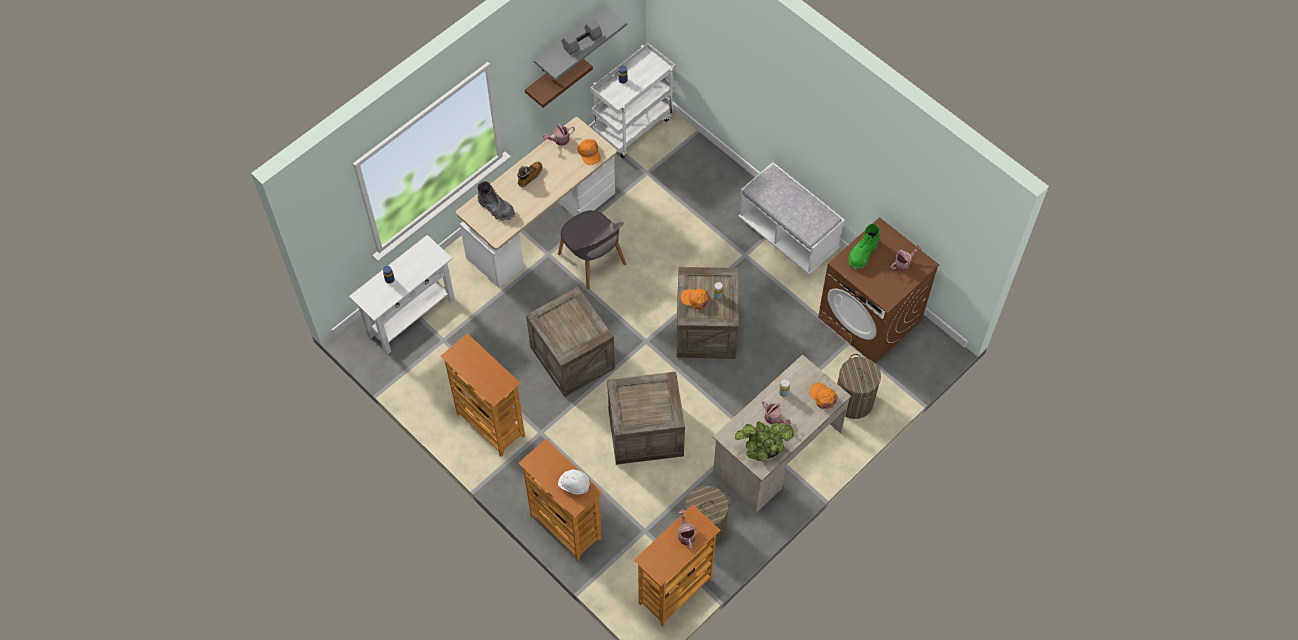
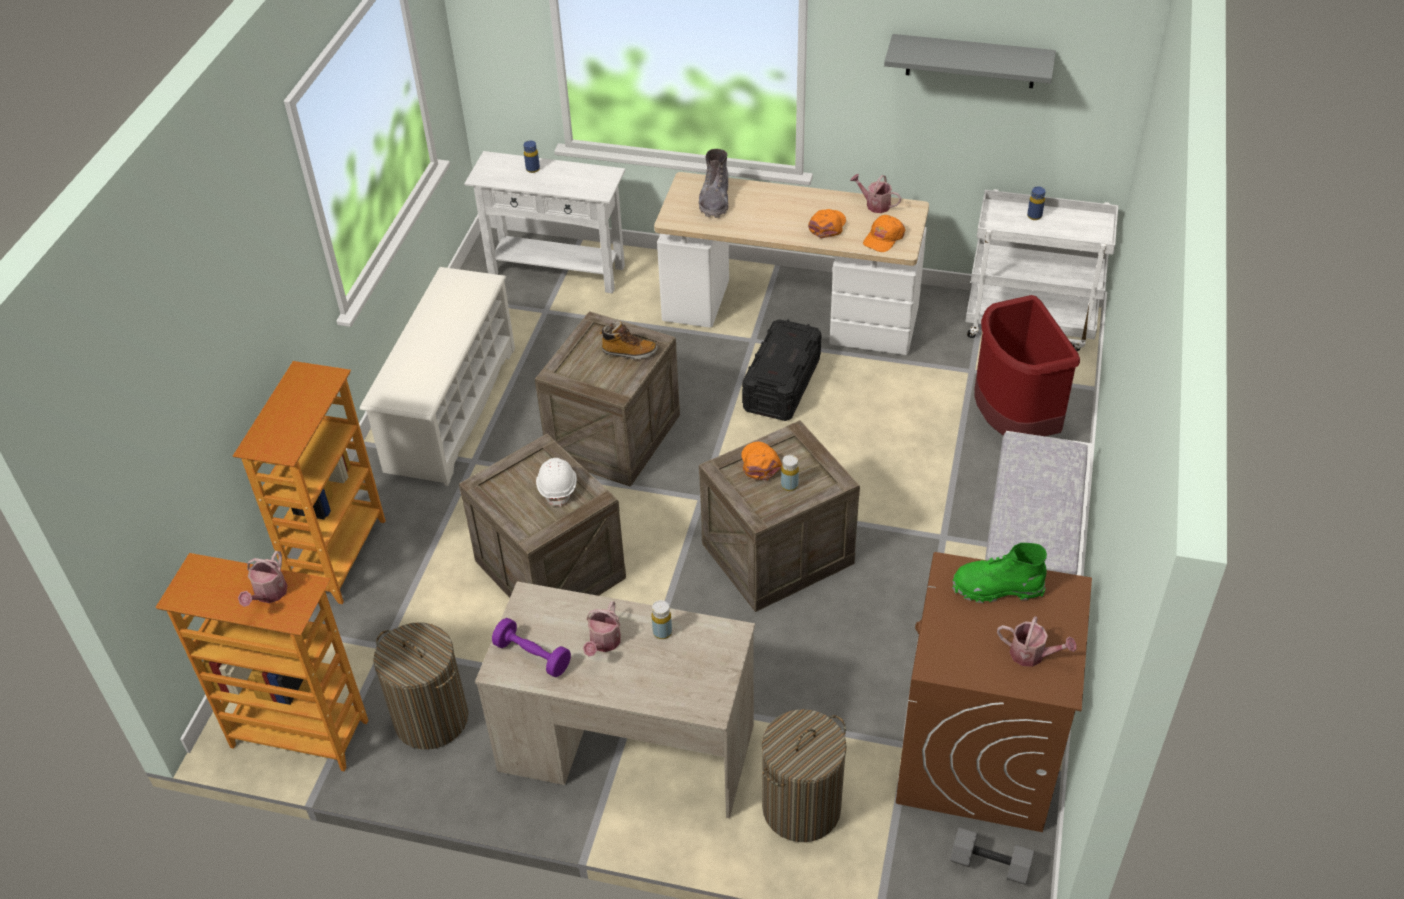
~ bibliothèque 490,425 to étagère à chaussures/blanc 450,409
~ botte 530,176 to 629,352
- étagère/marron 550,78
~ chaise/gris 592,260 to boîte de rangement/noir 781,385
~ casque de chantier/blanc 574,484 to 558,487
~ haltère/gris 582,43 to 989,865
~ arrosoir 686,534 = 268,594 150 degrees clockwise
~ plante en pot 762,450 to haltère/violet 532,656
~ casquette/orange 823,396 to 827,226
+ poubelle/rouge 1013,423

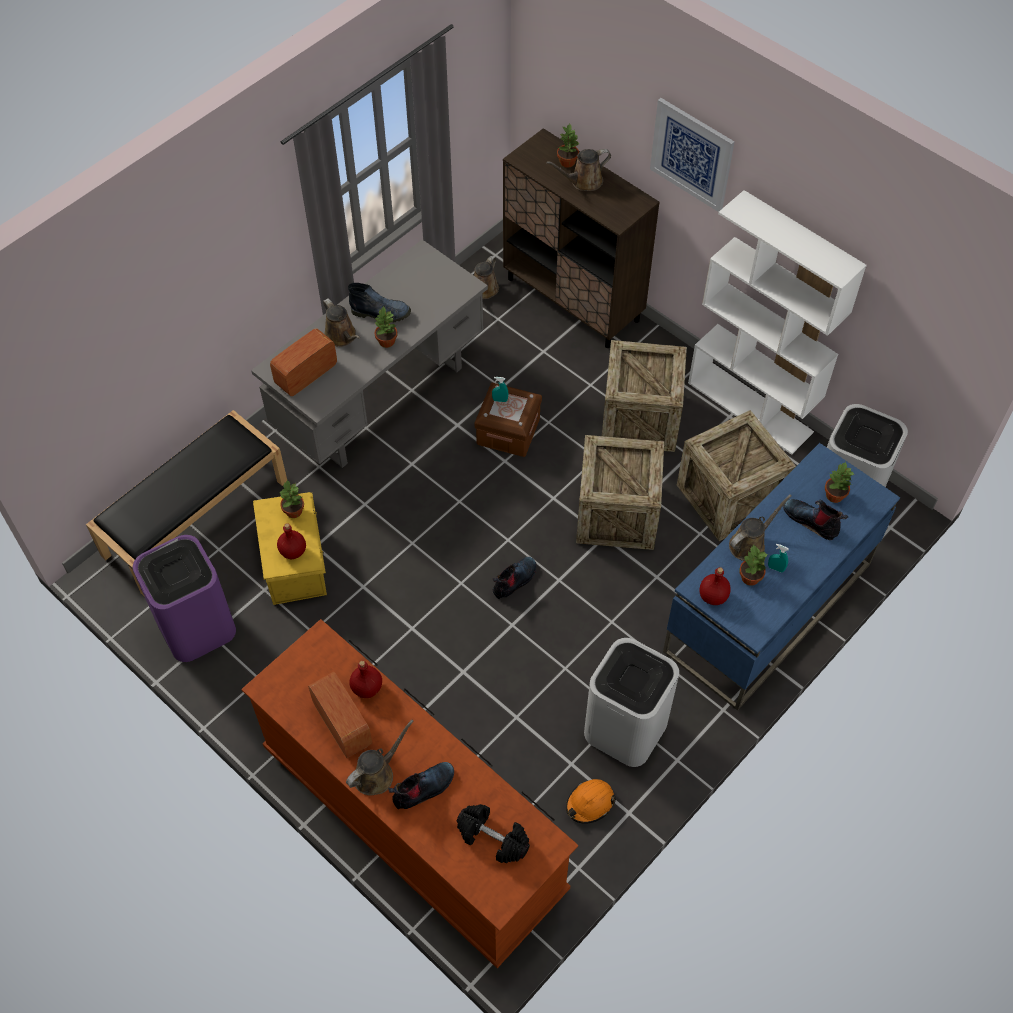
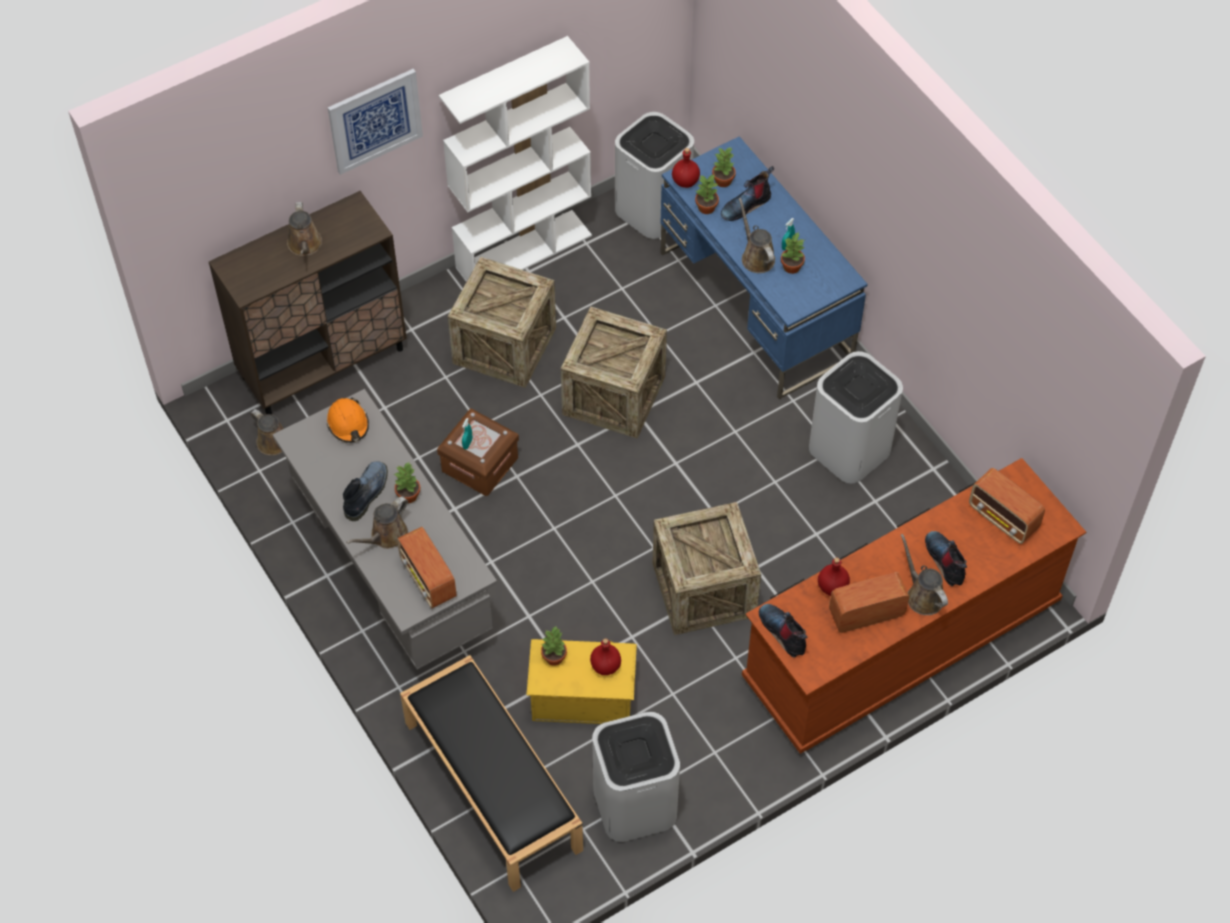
~ poubelle/violet 196,626 to poubelle/blanc 634,804
~ arrosoir/marron 342,337 = 386,536 150 degrees clockwise
~ haltère/noir 492,838 to radio 1003,518
~ botte 514,581 to 783,633
~ plante en pot 567,161 to 706,207
~ casque de chantier/orange 589,803 to 348,424
~ caisse 729,497 to 704,589
~ bouteille/rouge 713,596 to 686,181

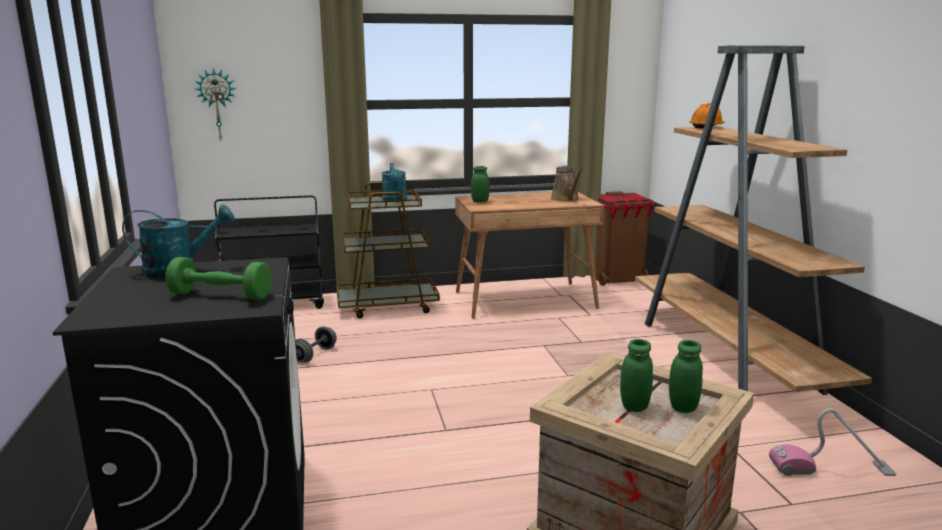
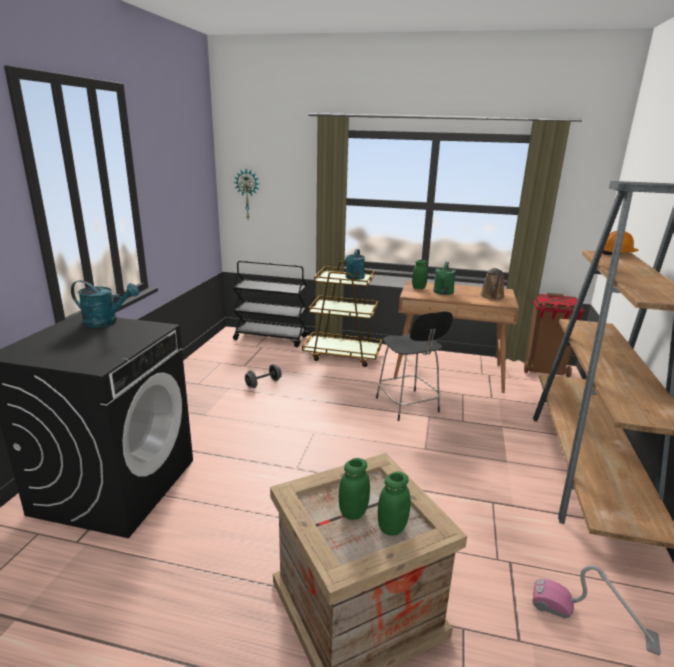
- haltère/vert 220,295
+ tabouret/noir 408,406
+ arrosoir/vert 443,293

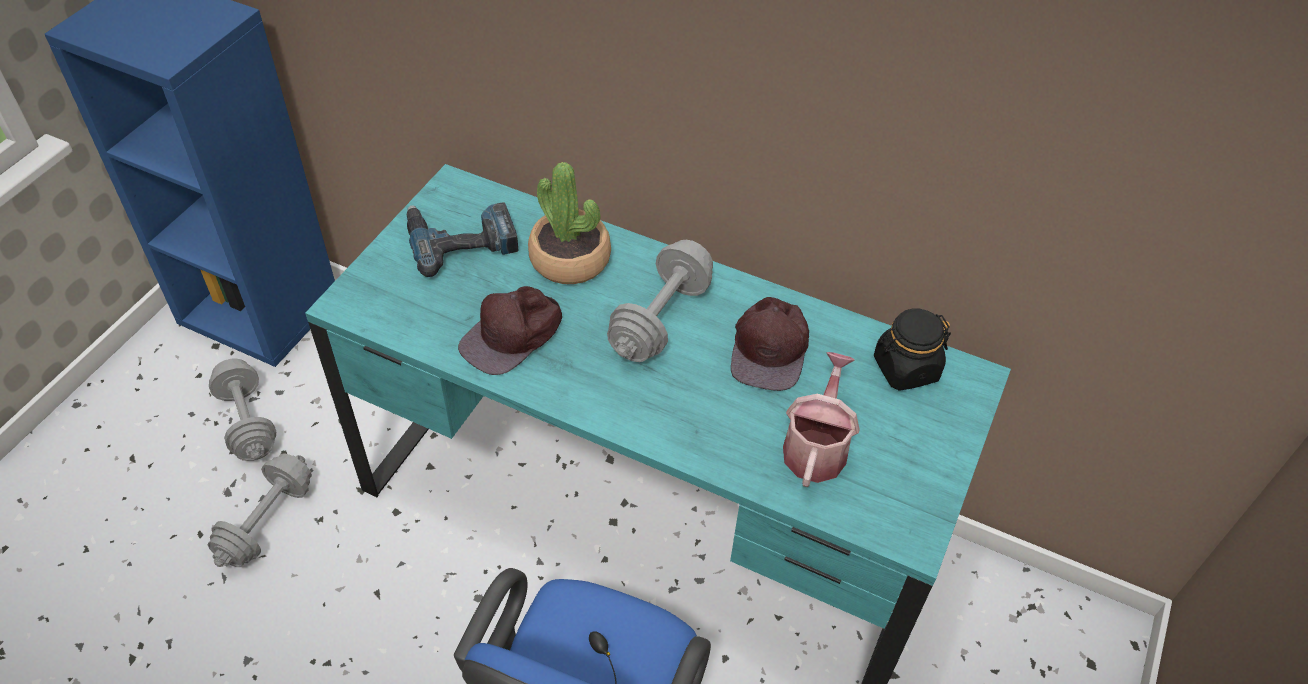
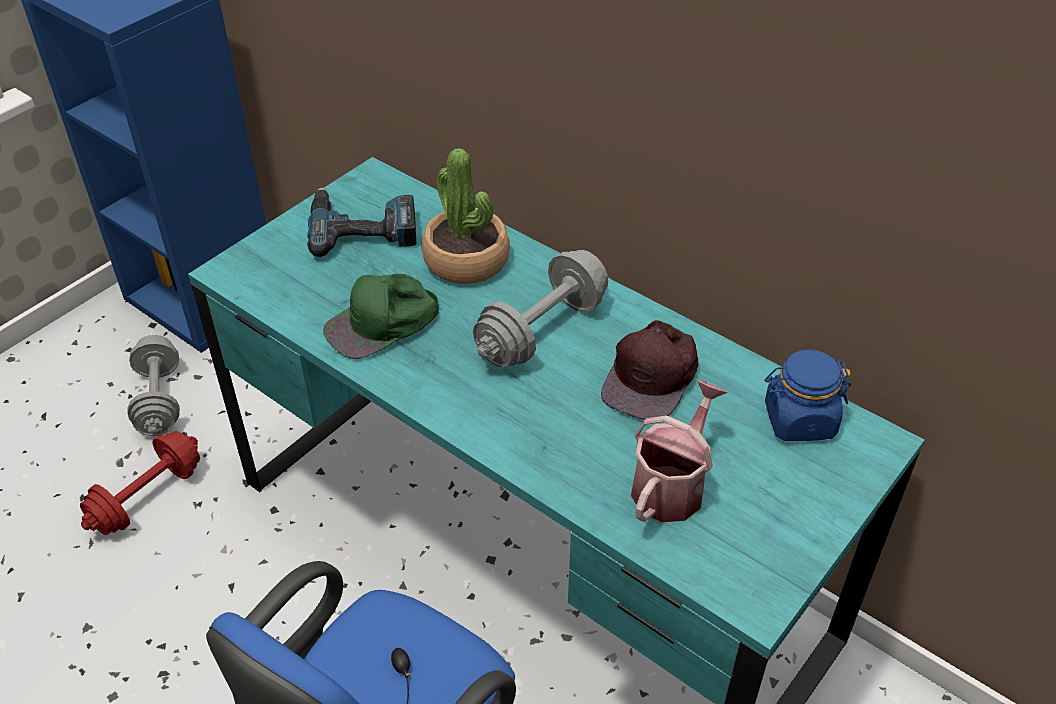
~ haltère/gris 267,522 to haltère/rouge 147,498
~ casquette/marron 513,335 to casquette/vert 383,324
~ bocal/noir 905,369 to bocal/bleu 799,420

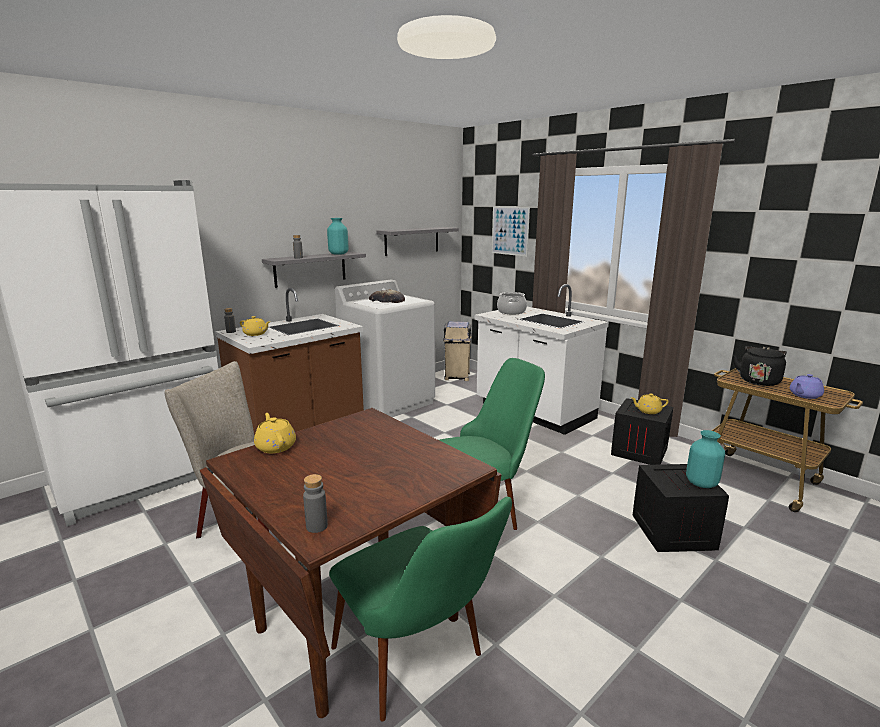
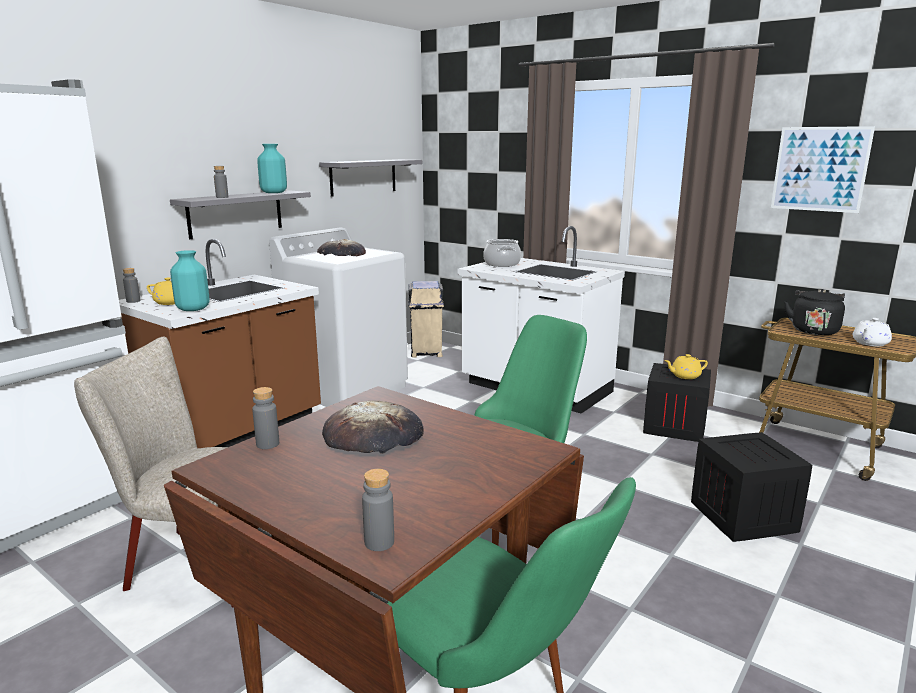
~ théière/jaune 275,446 to bouteille/gris 267,444
~ tableau 510,230 to 820,169
~ vase/turquoise 701,483 to 193,309
~ théière/violet 804,395 to théière/blanc 869,343
+ pain 374,436

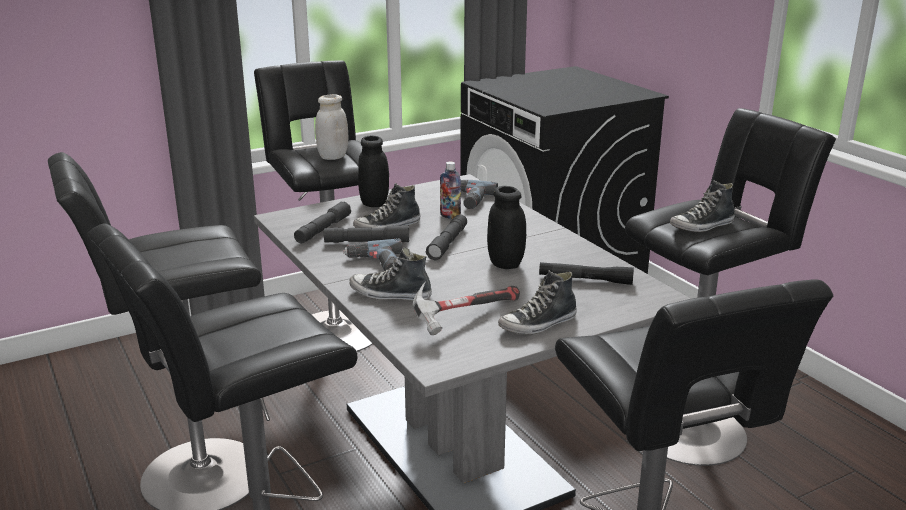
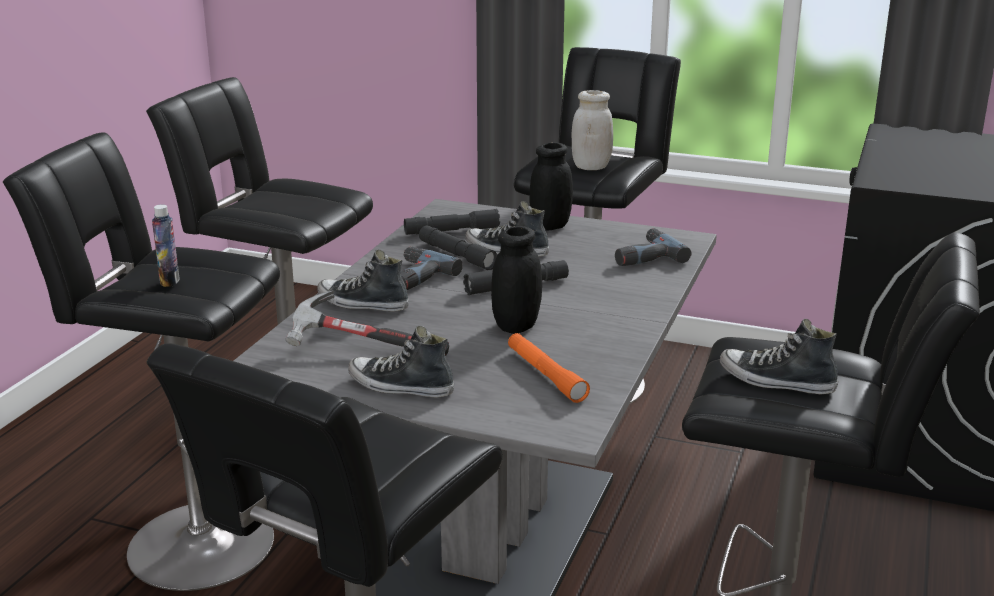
~ chaussure 390,294 = 362,304 45 degrees counterclockwise
~ bouteille 450,216 to 169,281
~ lampe de poche/noir 585,280 to lampe de poche/orange 545,375

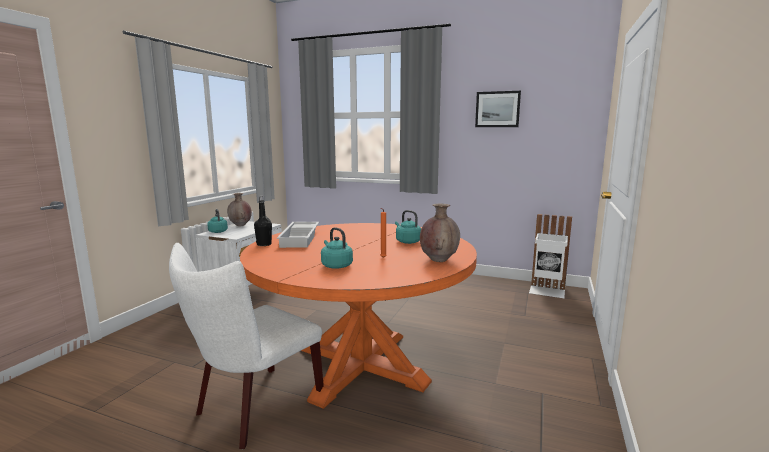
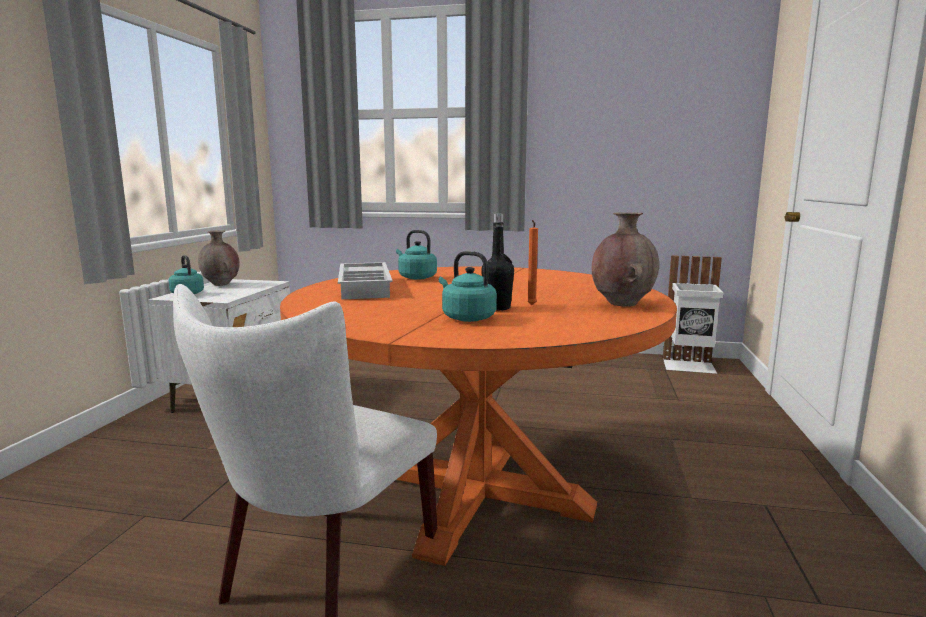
~ bouteille/noir 264,244 to 497,308
~ bouilloire/turquoise 407,241 to 416,277
- tableau 497,109

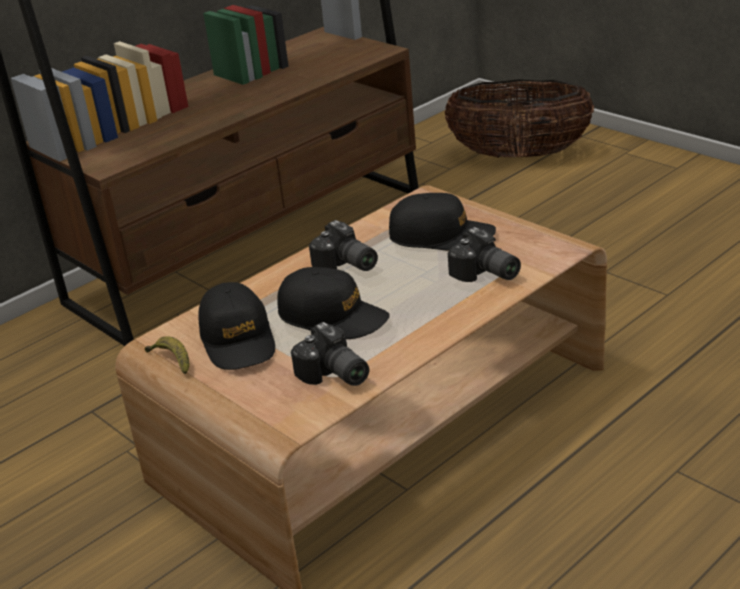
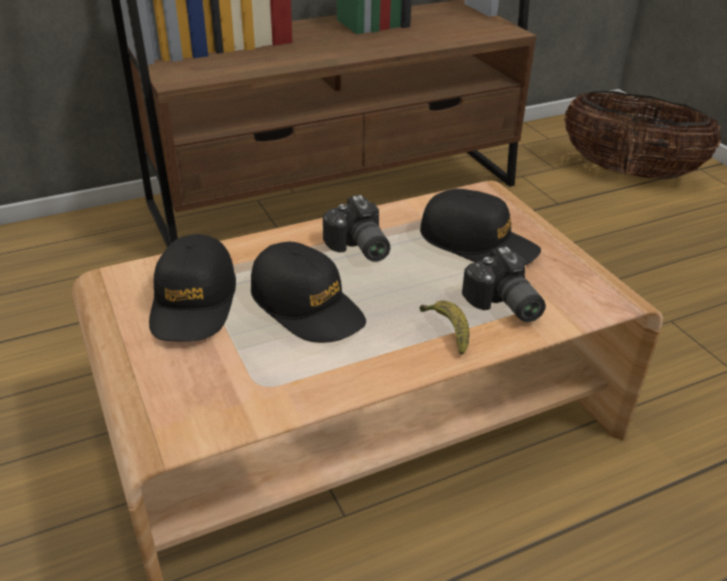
~ banane 172,360 to 447,331
- appareil photo 333,376

